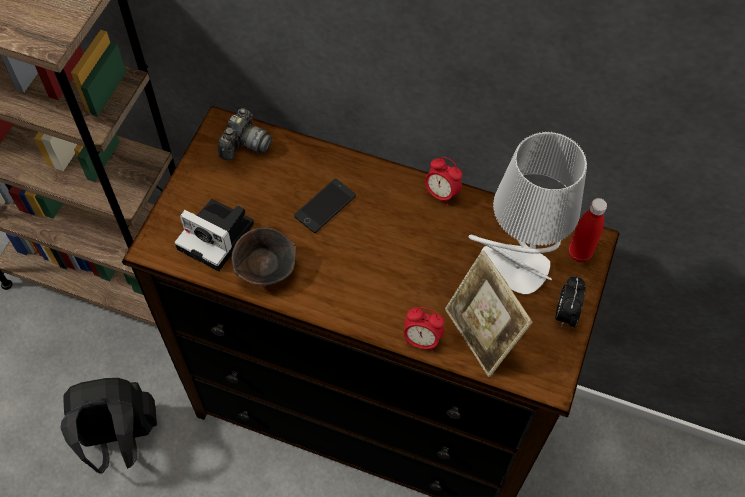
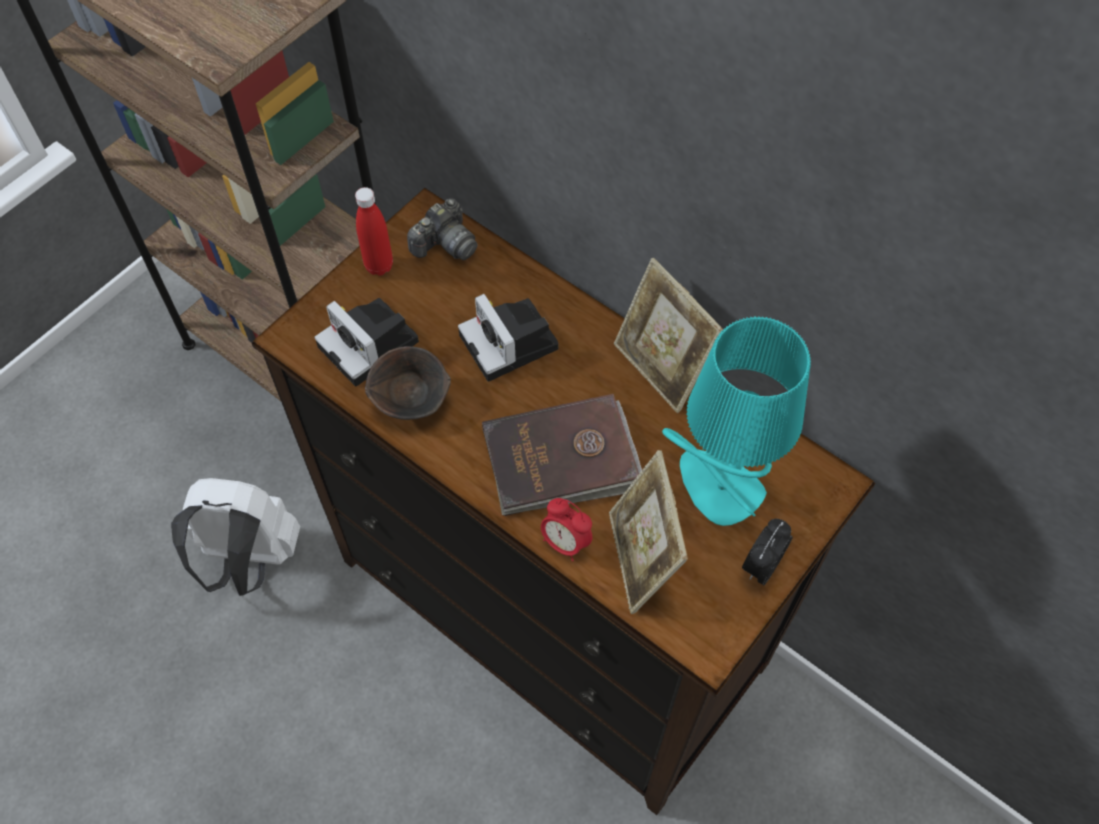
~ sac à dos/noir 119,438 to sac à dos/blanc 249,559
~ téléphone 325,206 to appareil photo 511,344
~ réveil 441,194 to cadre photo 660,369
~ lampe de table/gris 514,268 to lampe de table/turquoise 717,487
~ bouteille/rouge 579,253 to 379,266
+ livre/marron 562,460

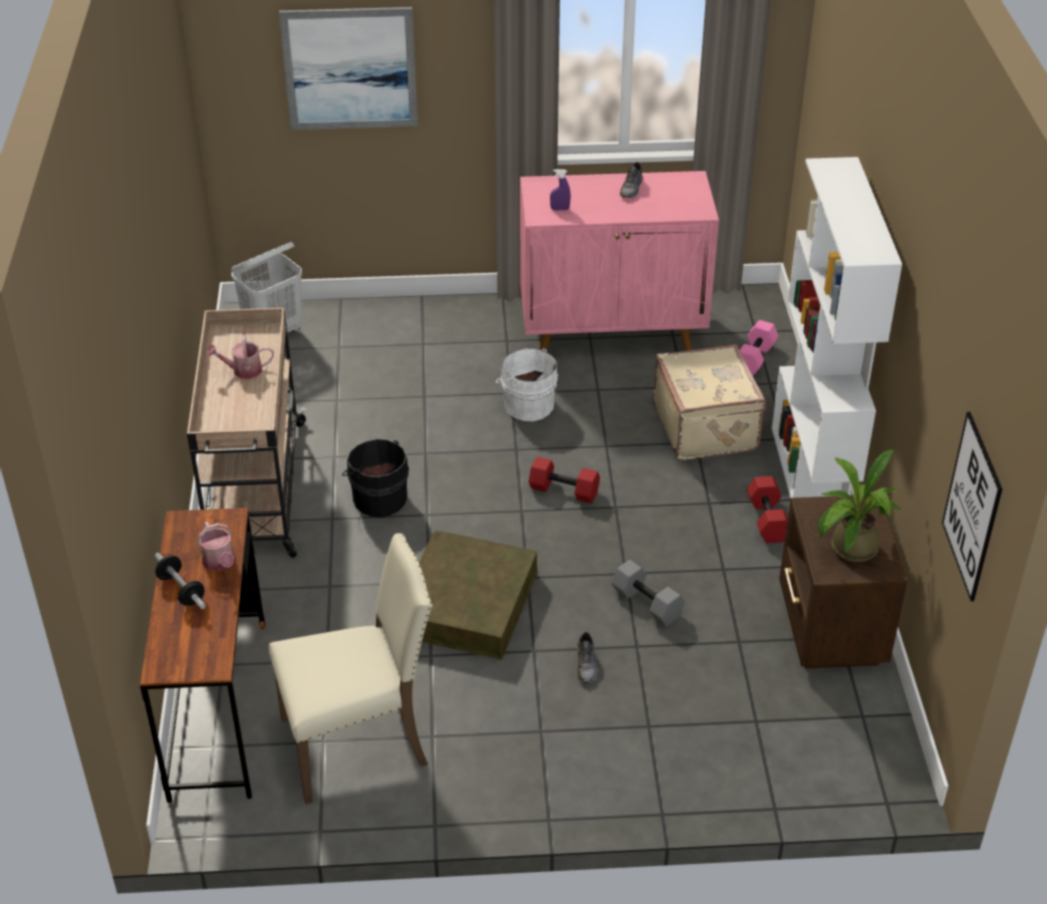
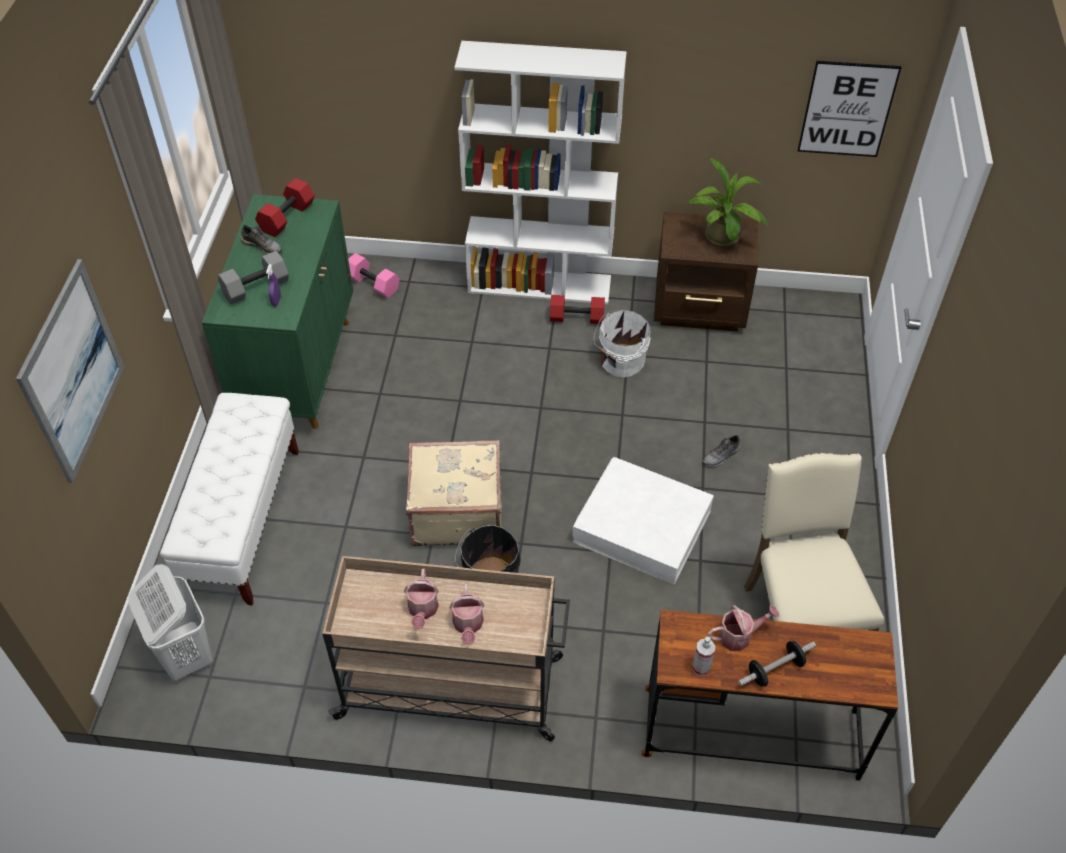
~ boîte de rangement/marron 467,604 to boîte de rangement/blanc 642,527
~ seau/blanc 527,404 to 620,361
~ meuble de rangement/rose 613,332 to meuble de rangement/vert 298,368
~ haltère/rouge 563,491 to 287,218
~ chaussure/gris 586,665 = 721,456 135 degrees clockwise
~ haltère/gris 645,603 to 256,288
~ valise/beige 706,427 to 456,511
+ banc/blanc 243,521
+ arrosoir 468,625
+ vaporisateur 701,667

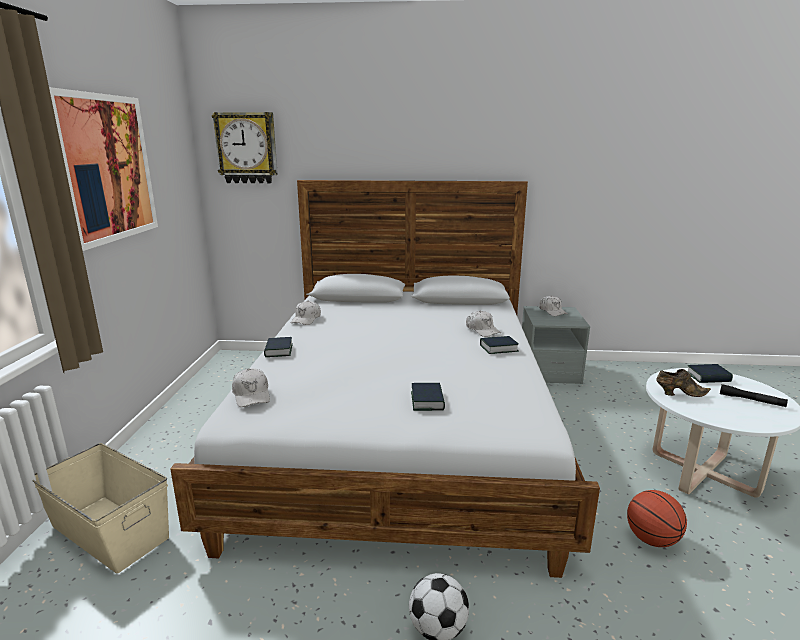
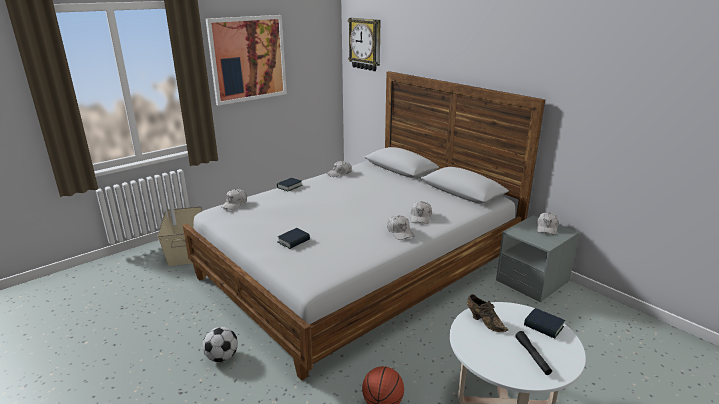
~ livre 498,348 to casquette/blanc 400,232

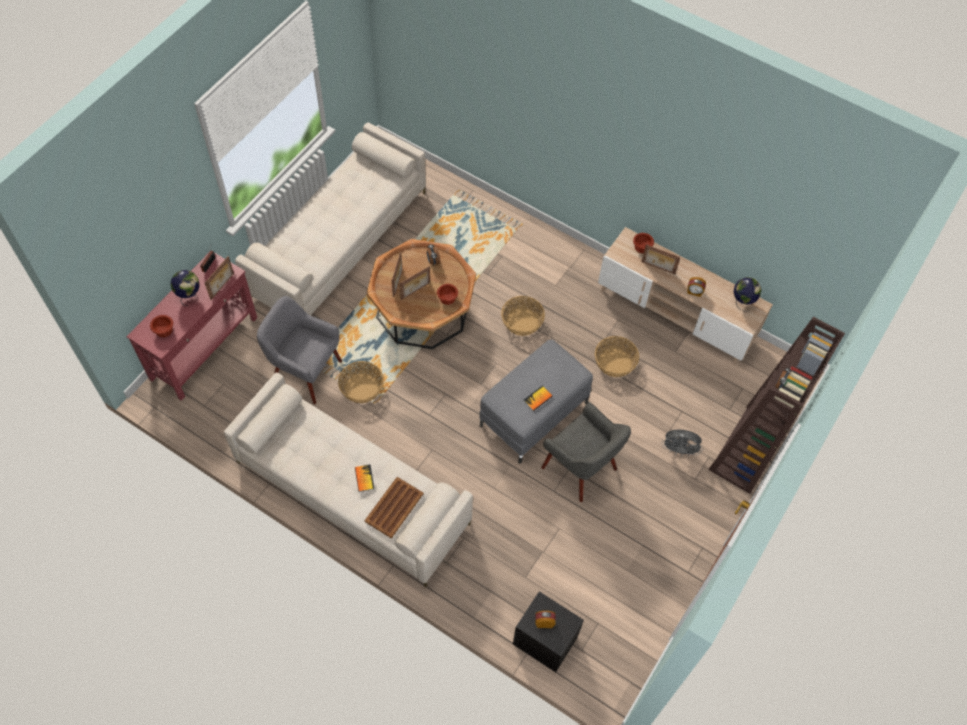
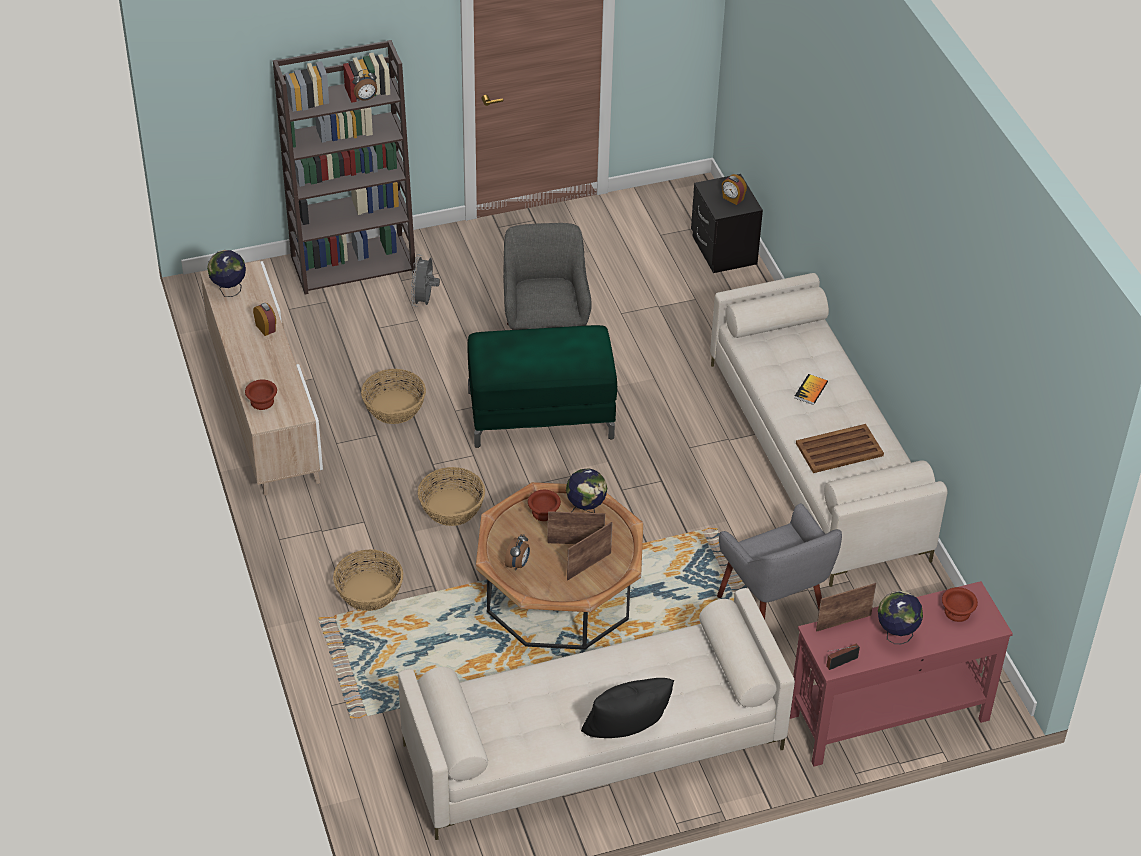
~ panier 362,388 to 369,591
~ plateau/marron 394,507 to 838,449
~ pouf/gris 534,413 to pouf/vert 539,415
- livre 537,399
- cadre photo 658,268
~ ventilateur/gris 679,450 = 424,301 135 degrees counterclockwise
+ globe 586,511
+ coussin/noir 626,733

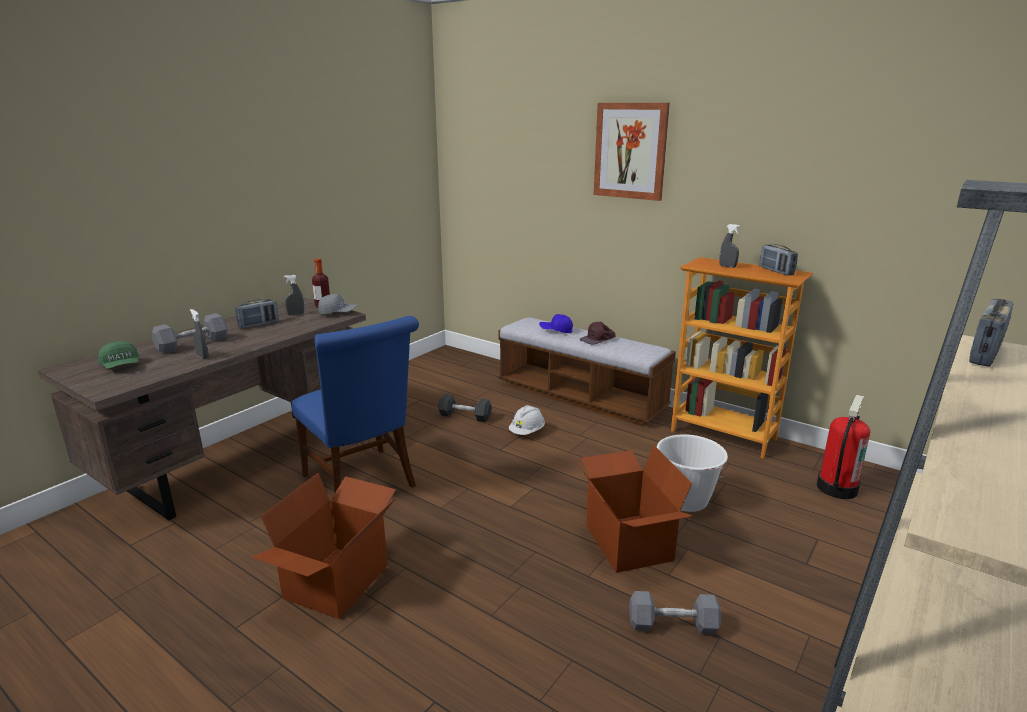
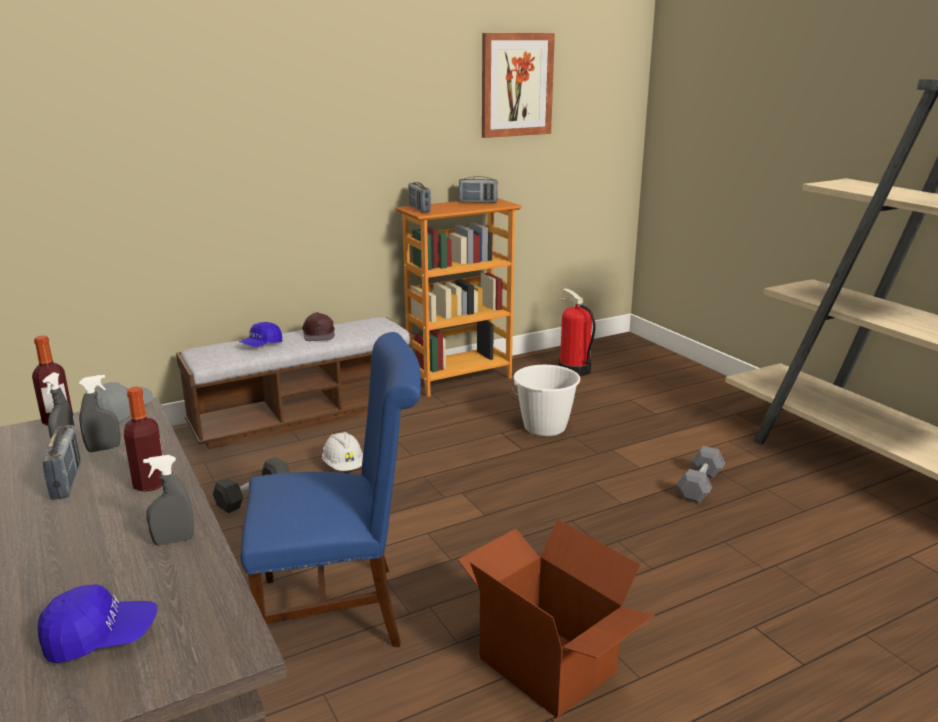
~ casquette/vert 121,366 to casquette/bleu 101,638
- haltère/gris 193,344
- carton 626,543
~ tableau 630,151 to 516,85
~ vaporisateur/gris 727,266 to 104,449
~ radio 984,354 to 419,209
+ bouteille 150,484

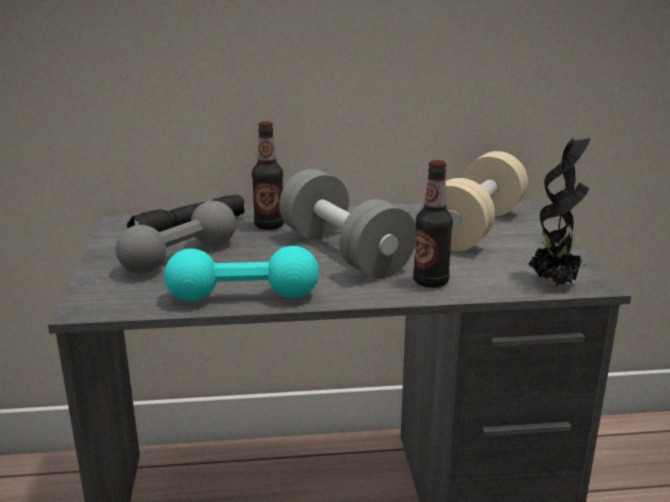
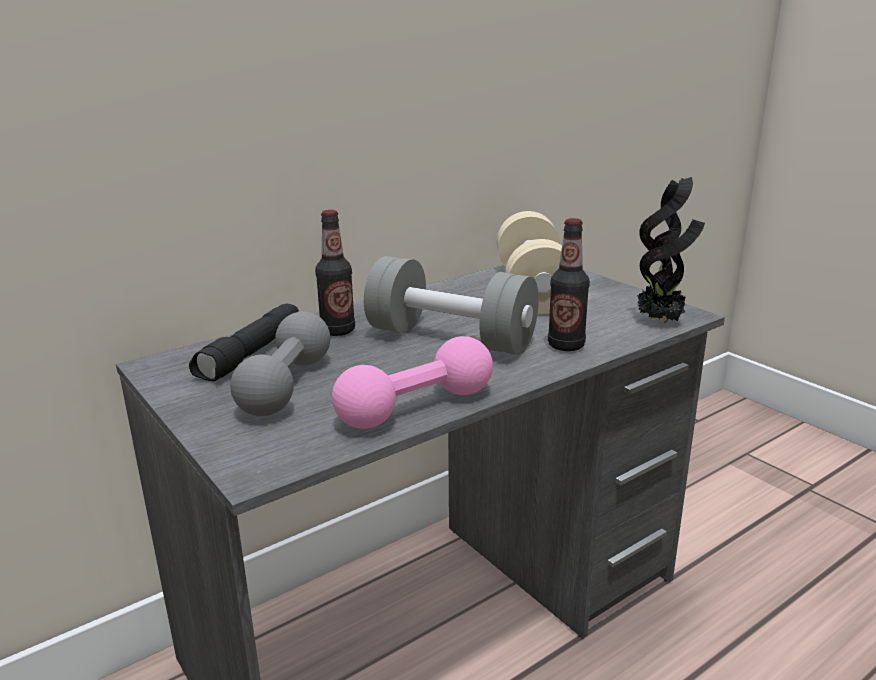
~ haltère/turquoise 243,296 to haltère/rose 416,407

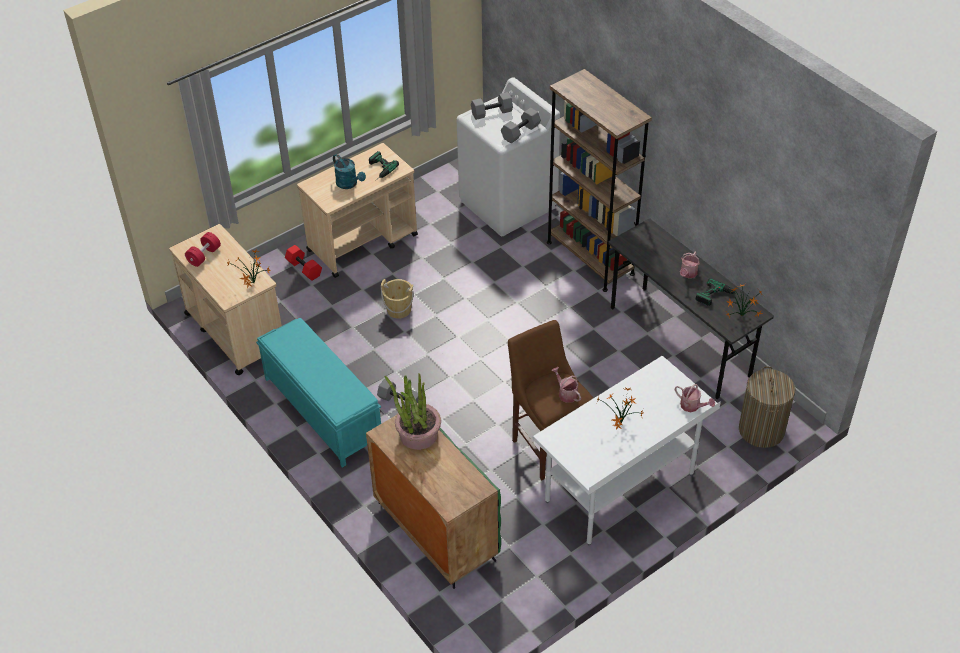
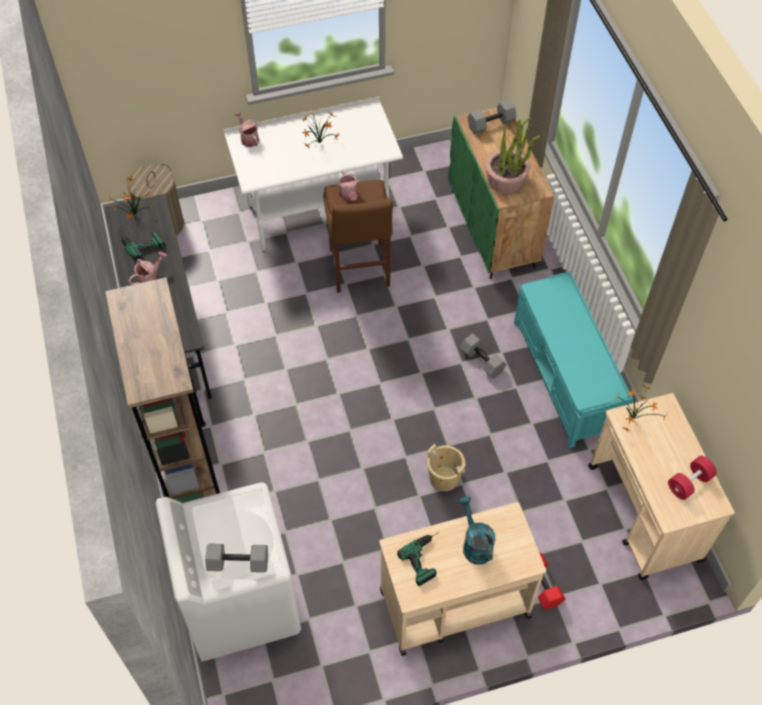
~ haltère/gris 521,132 to 491,123

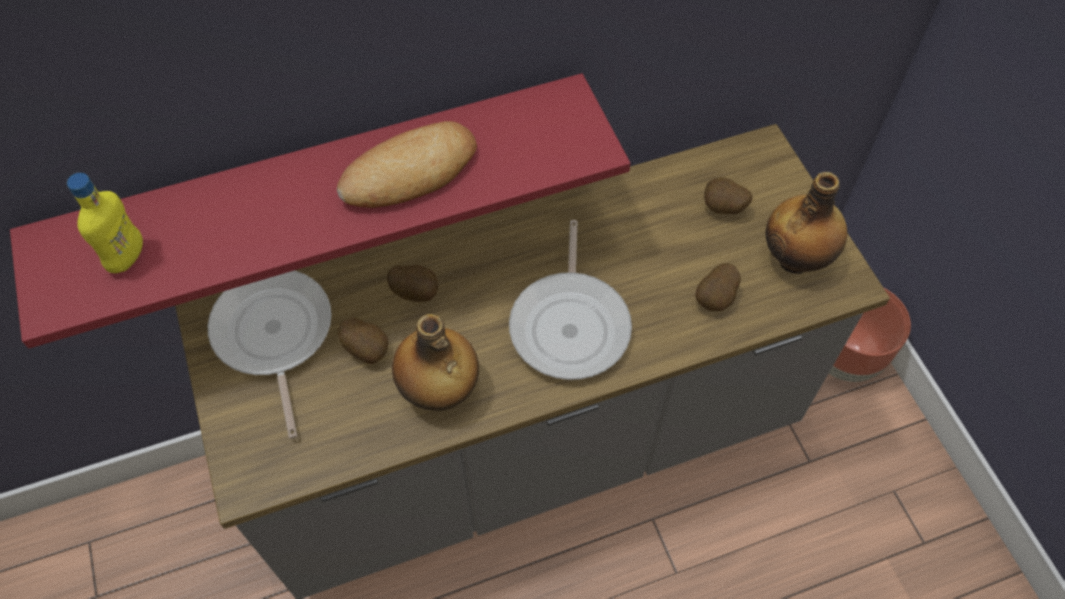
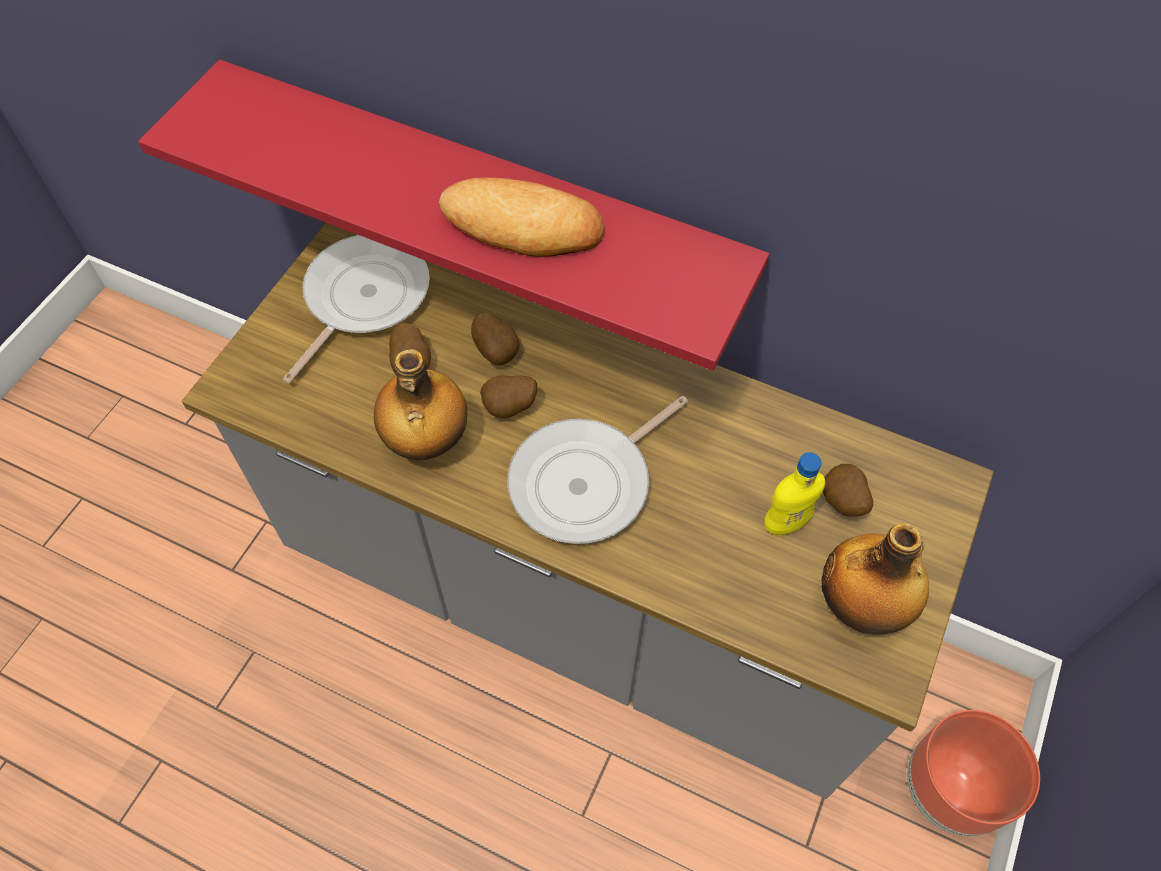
~ bouteille/jaune 127,257 to 785,523
~ pomme de terre 716,299 to 510,408

